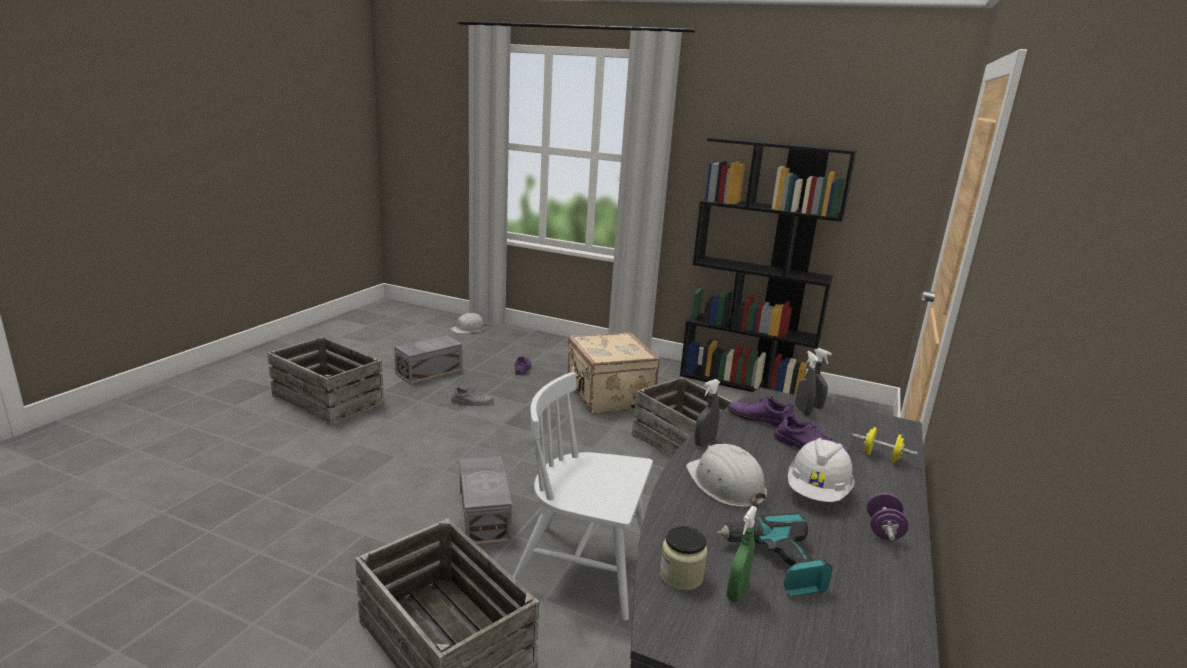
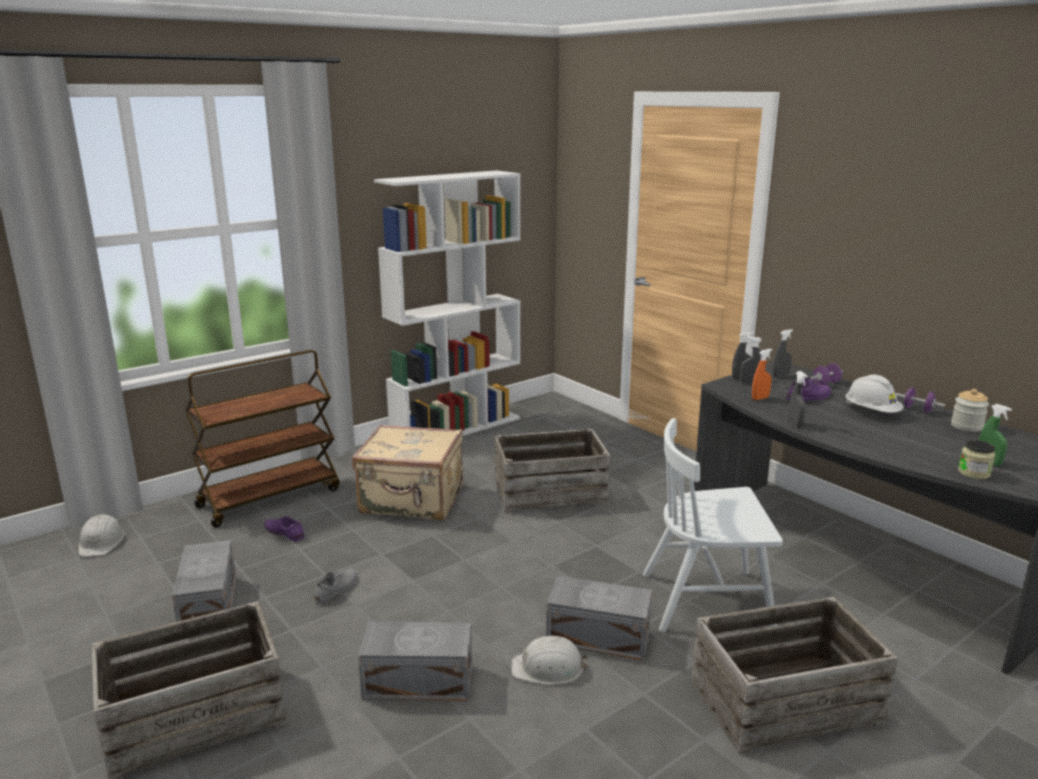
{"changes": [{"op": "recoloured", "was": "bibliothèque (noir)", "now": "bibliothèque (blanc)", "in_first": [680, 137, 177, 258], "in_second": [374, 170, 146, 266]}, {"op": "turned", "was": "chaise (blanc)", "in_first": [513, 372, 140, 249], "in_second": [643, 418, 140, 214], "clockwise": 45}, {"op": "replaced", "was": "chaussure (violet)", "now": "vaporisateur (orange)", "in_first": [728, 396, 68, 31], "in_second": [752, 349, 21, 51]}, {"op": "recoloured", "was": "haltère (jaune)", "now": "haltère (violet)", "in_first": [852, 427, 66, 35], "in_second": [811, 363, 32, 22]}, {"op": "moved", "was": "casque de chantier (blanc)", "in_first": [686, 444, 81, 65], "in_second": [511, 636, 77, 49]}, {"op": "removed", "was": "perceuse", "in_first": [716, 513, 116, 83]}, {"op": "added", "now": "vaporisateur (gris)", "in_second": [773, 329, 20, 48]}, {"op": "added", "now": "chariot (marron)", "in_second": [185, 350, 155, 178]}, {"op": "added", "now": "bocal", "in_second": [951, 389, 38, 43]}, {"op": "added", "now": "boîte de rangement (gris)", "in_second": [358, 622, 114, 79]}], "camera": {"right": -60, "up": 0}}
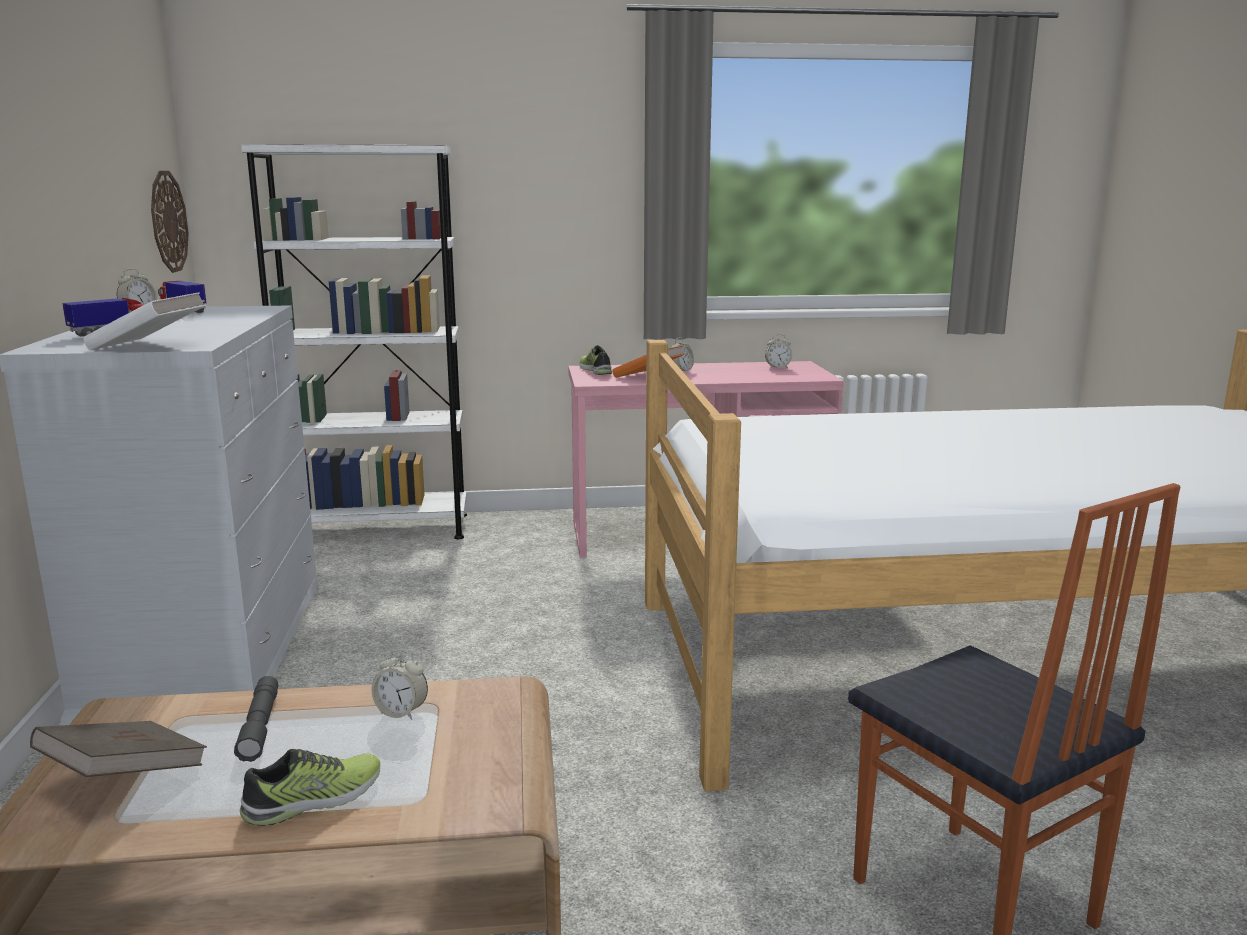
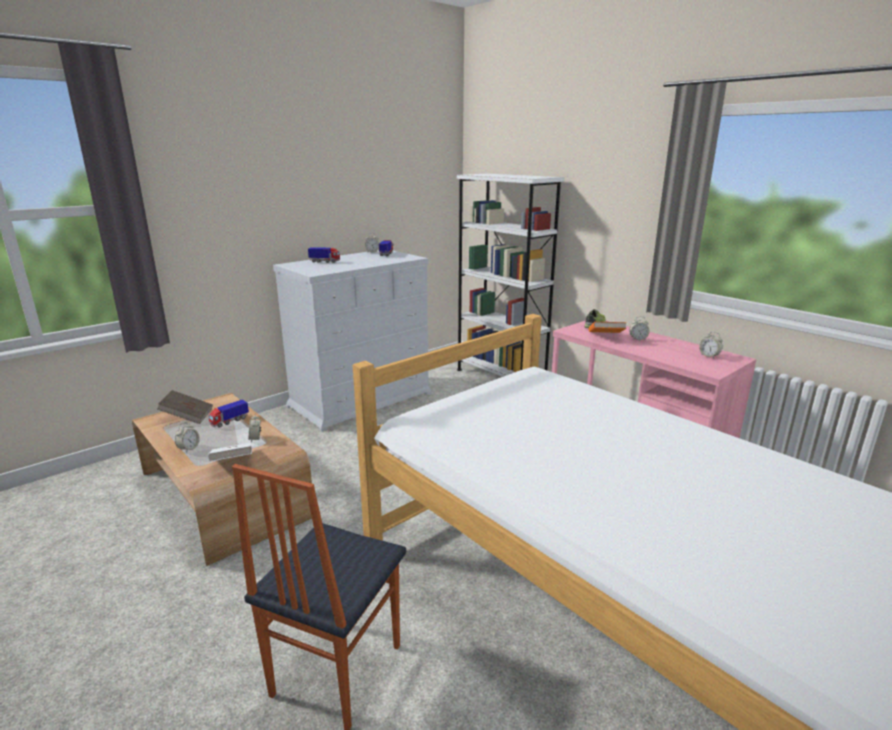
{"changes": [{"op": "removed", "was": "horloge murale", "in_first": [151, 171, 38, 102]}, {"op": "moved", "was": "livre (blanc)", "in_first": [83, 292, 123, 58], "in_second": [208, 443, 44, 18]}, {"op": "replaced", "was": "lampe de poche (gris)", "now": "camion jouet", "in_first": [234, 676, 44, 86], "in_second": [209, 399, 40, 29]}, {"op": "replaced", "was": "chaussure", "now": "réveil", "in_first": [240, 749, 140, 77], "in_second": [175, 422, 25, 31]}], "camera": {"right": 55, "up": 5}}
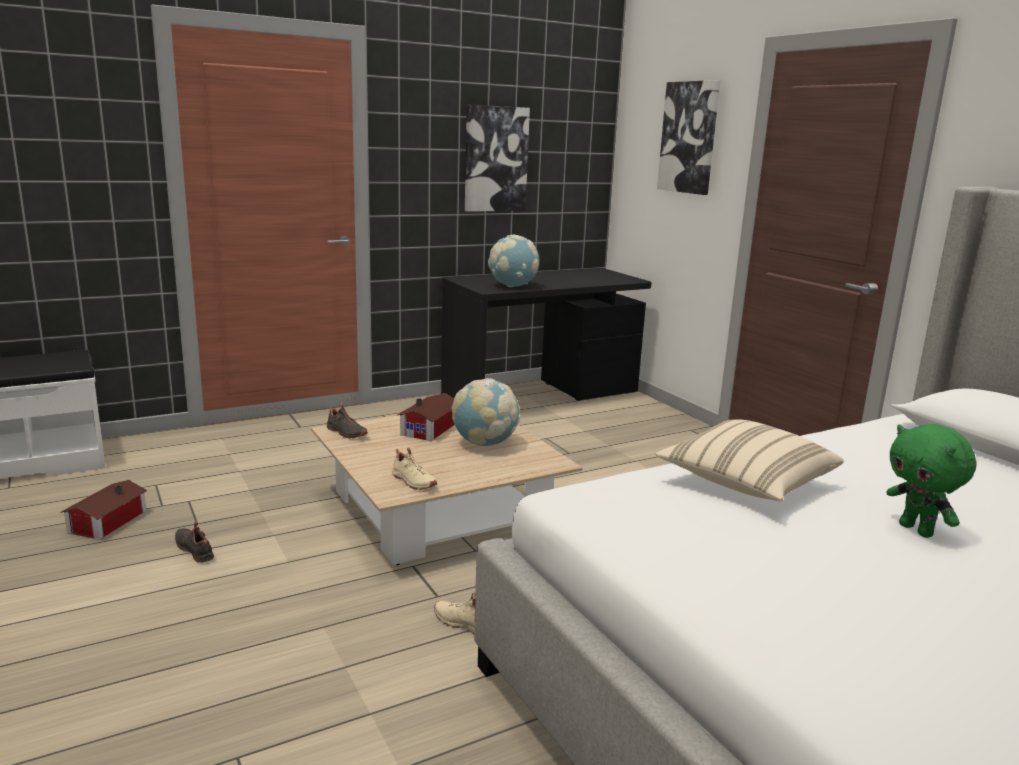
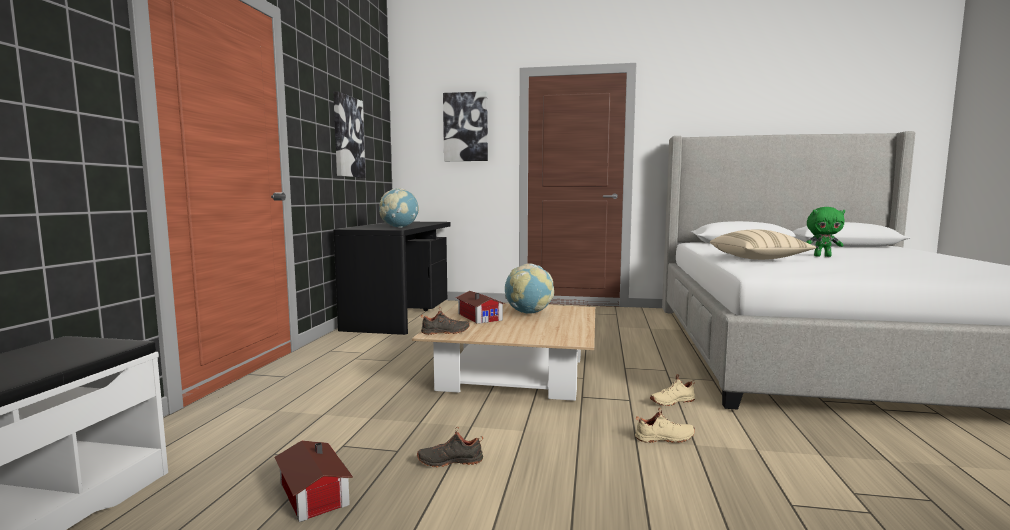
{"changes": [{"op": "moved", "was": "chaussure (beige)", "in_first": [392, 448, 45, 42], "in_second": [635, 408, 60, 35]}], "camera": {"right": -50, "up": -10}}
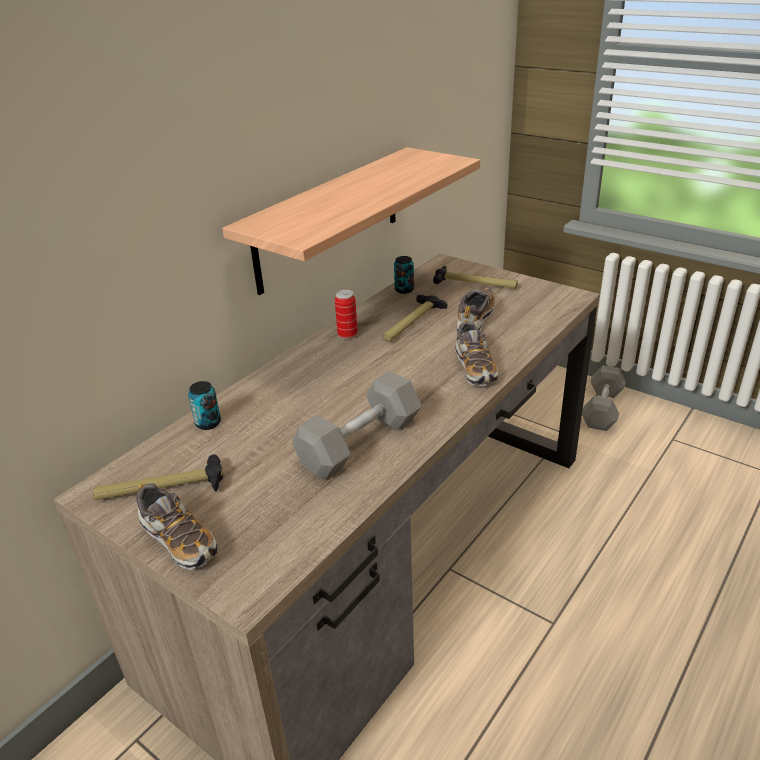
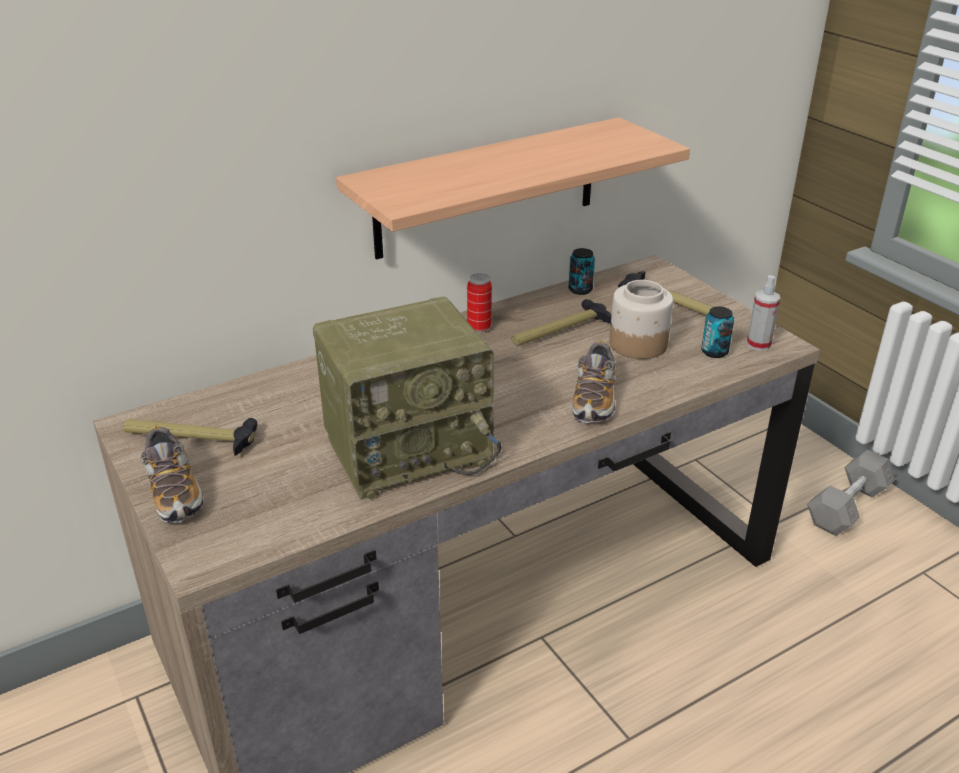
{"changes": [{"op": "replaced", "was": "chaussure", "now": "bocal", "in_first": [456, 288, 39, 44], "in_second": [609, 280, 64, 79]}, {"op": "replaced", "was": "haltère (gris)", "now": "radio", "in_first": [292, 371, 130, 109], "in_second": [313, 297, 189, 203]}, {"op": "moved", "was": "boîte métallique", "in_first": [188, 381, 33, 49], "in_second": [701, 307, 33, 51]}, {"op": "added", "now": "vaporisateur", "in_second": [747, 275, 33, 76]}], "camera": {"right": 20, "up": 0}}
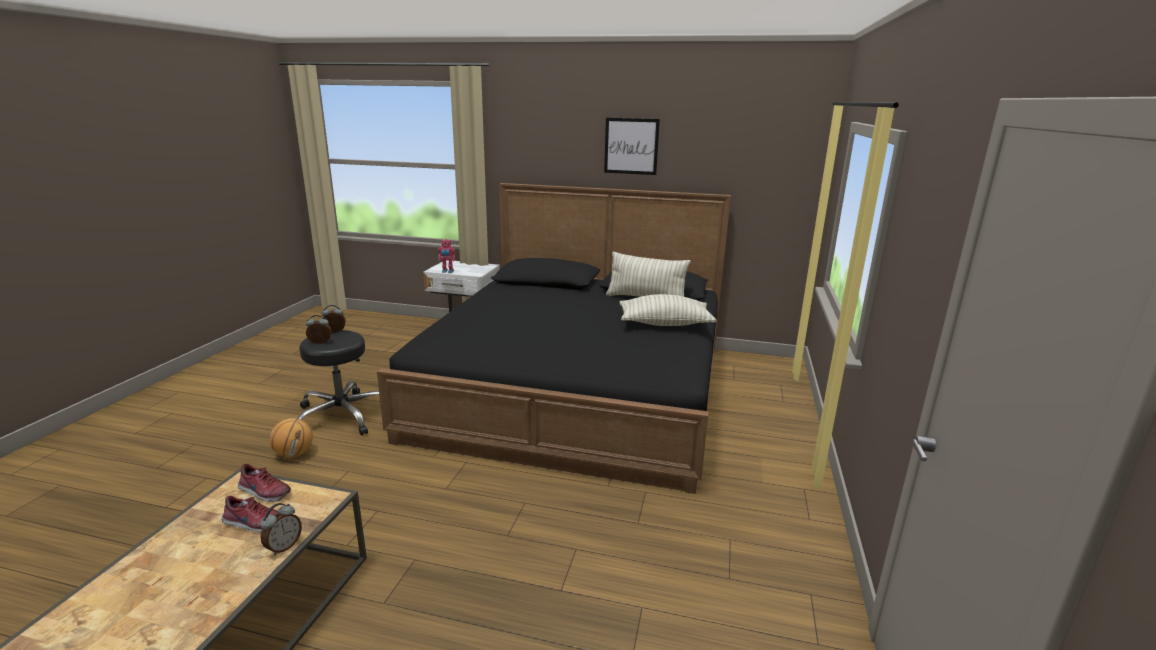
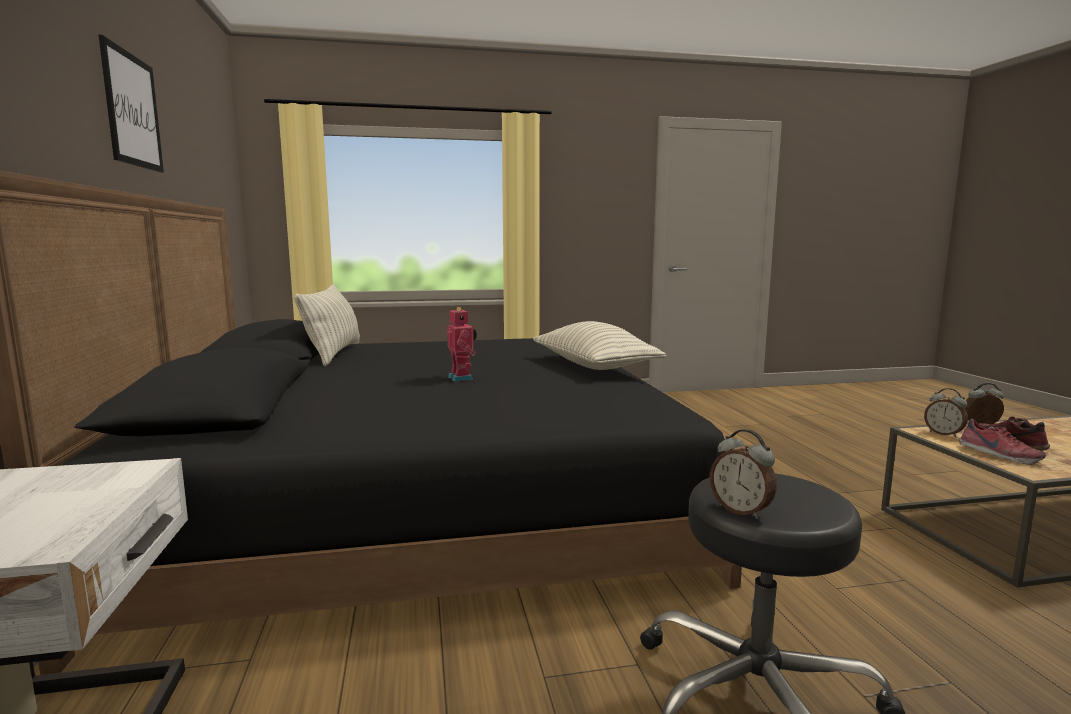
{"changes": [{"op": "moved", "was": "robot jouet", "in_first": [438, 239, 18, 34], "in_second": [447, 307, 30, 74]}, {"op": "moved", "was": "coussin", "in_first": [620, 294, 97, 32], "in_second": [533, 321, 134, 49]}, {"op": "moved", "was": "réveil", "in_first": [306, 315, 26, 29], "in_second": [924, 388, 44, 49]}, {"op": "removed", "was": "ballon de basket", "in_first": [270, 418, 43, 40]}, {"op": "turned", "was": "chaussure", "in_first": [238, 464, 53, 38], "in_second": [958, 419, 88, 46], "clockwise": 150}], "camera": {"right": -115, "up": -10}}
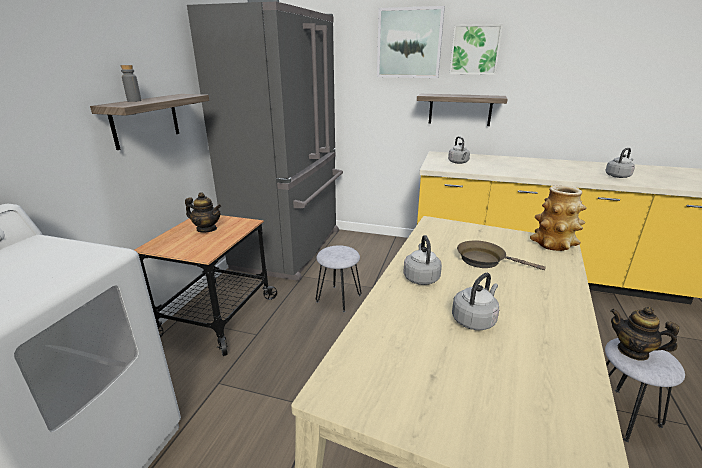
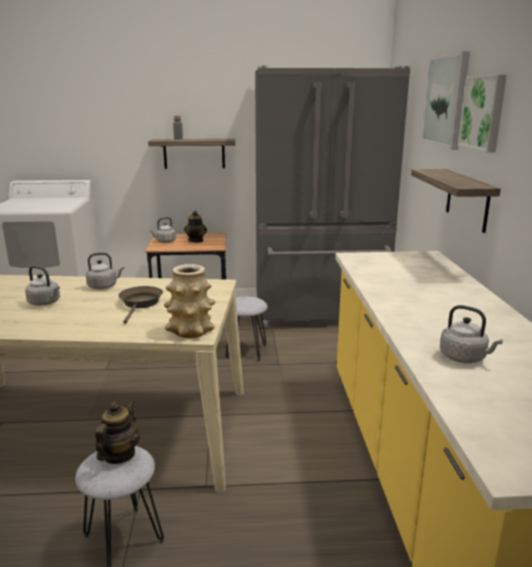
{"changes": [{"op": "moved", "was": "bouilloire (gris)", "in_first": [448, 136, 22, 28], "in_second": [150, 217, 26, 26]}], "camera": {"right": 70, "up": -5}}
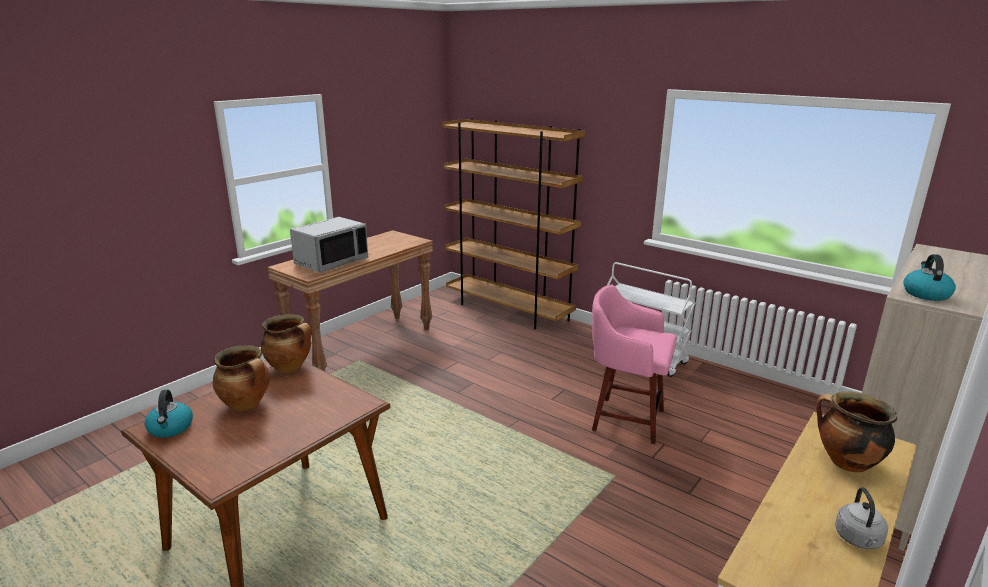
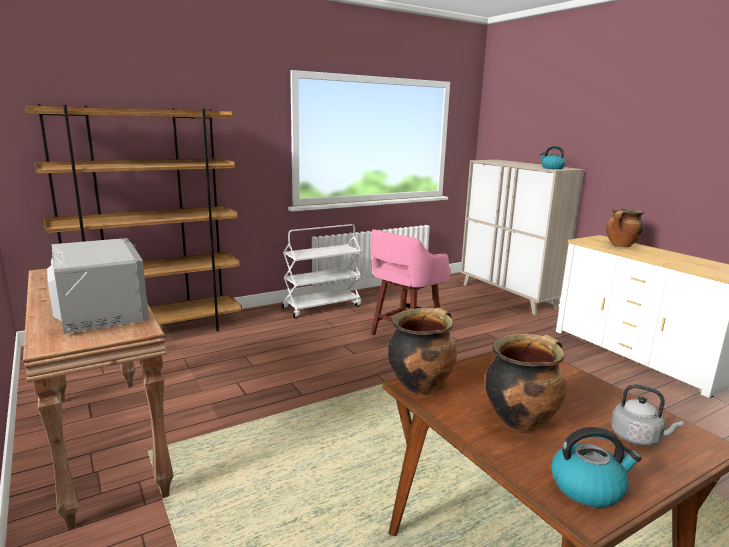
{"changes": [{"op": "moved", "was": "bouilloire (gris)", "in_first": [835, 487, 53, 62], "in_second": [611, 384, 73, 62]}], "camera": {"right": -70, "up": -5}}
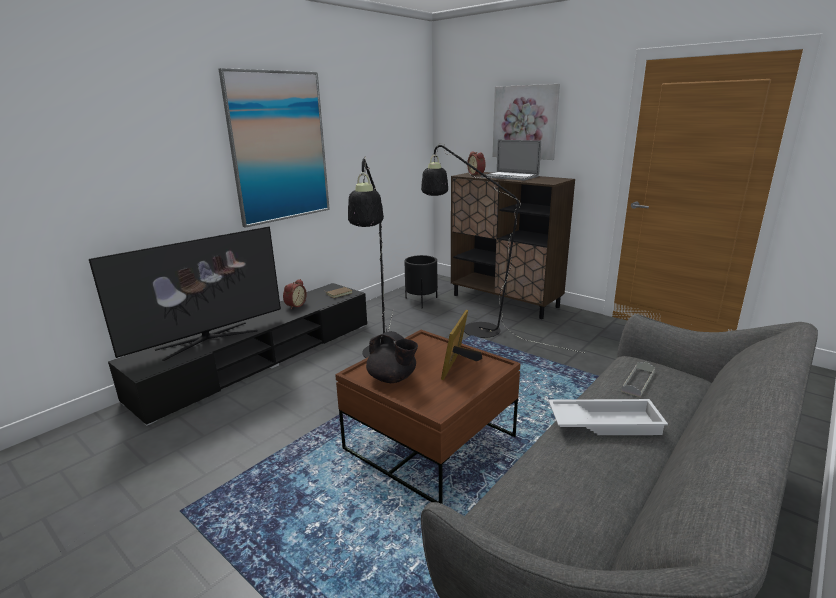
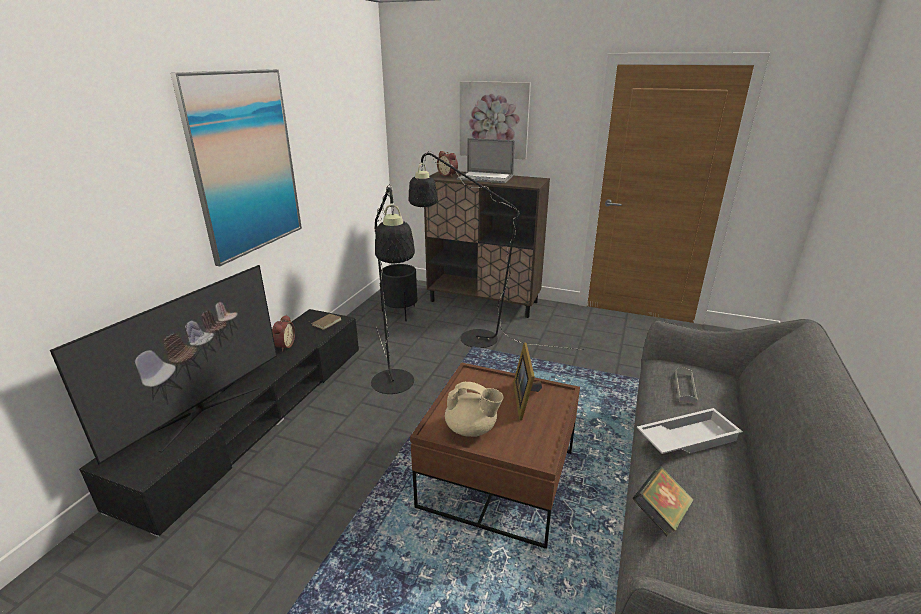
{"changes": [{"op": "recoloured", "was": "théière (noir)", "now": "théière (beige)", "in_first": [366, 331, 52, 52], "in_second": [445, 382, 59, 55]}, {"op": "added", "now": "livre", "in_second": [632, 466, 62, 70]}], "camera": {"right": -20, "up": 5}}
